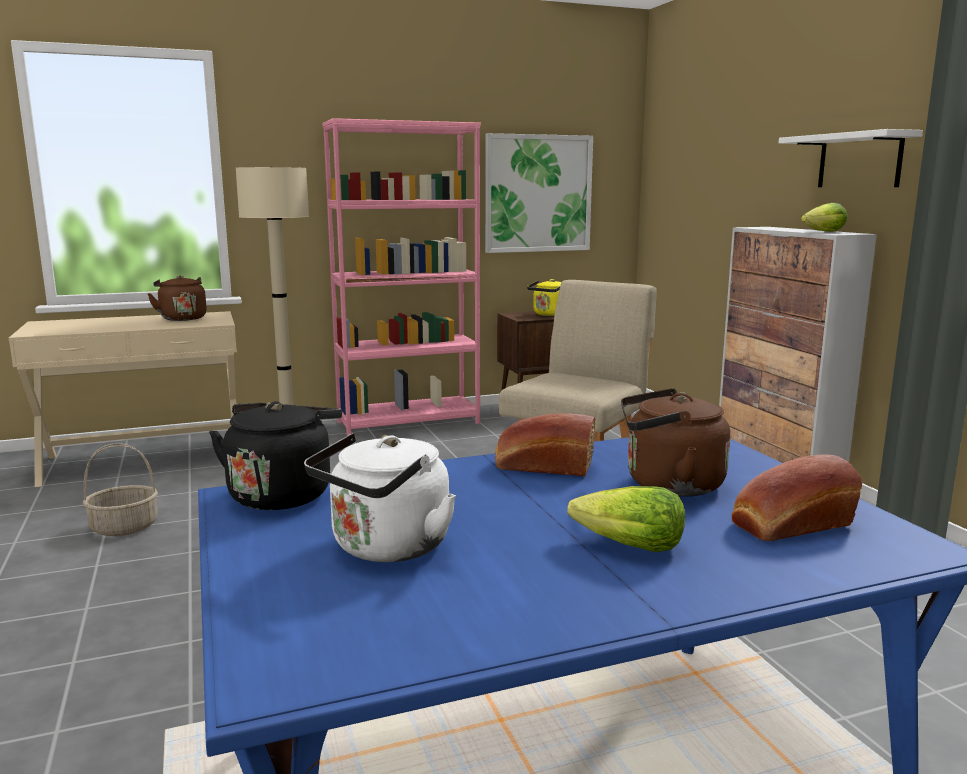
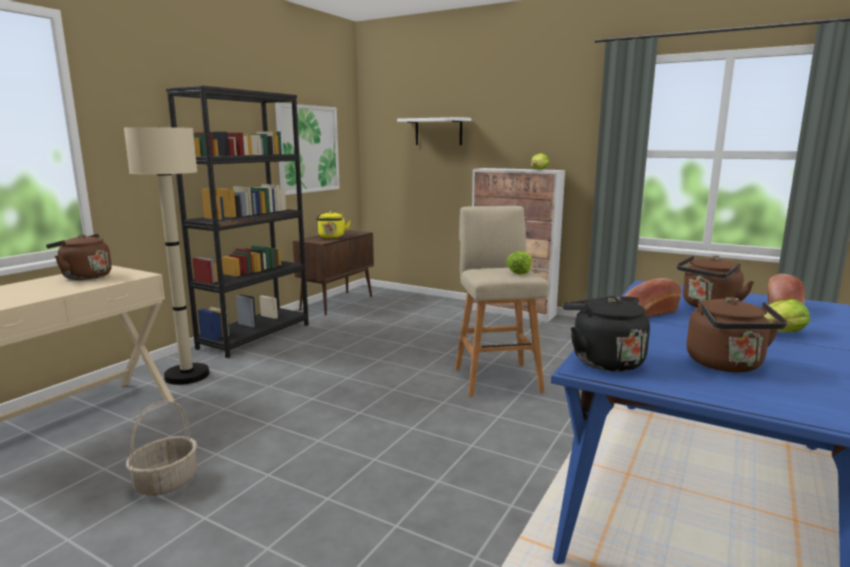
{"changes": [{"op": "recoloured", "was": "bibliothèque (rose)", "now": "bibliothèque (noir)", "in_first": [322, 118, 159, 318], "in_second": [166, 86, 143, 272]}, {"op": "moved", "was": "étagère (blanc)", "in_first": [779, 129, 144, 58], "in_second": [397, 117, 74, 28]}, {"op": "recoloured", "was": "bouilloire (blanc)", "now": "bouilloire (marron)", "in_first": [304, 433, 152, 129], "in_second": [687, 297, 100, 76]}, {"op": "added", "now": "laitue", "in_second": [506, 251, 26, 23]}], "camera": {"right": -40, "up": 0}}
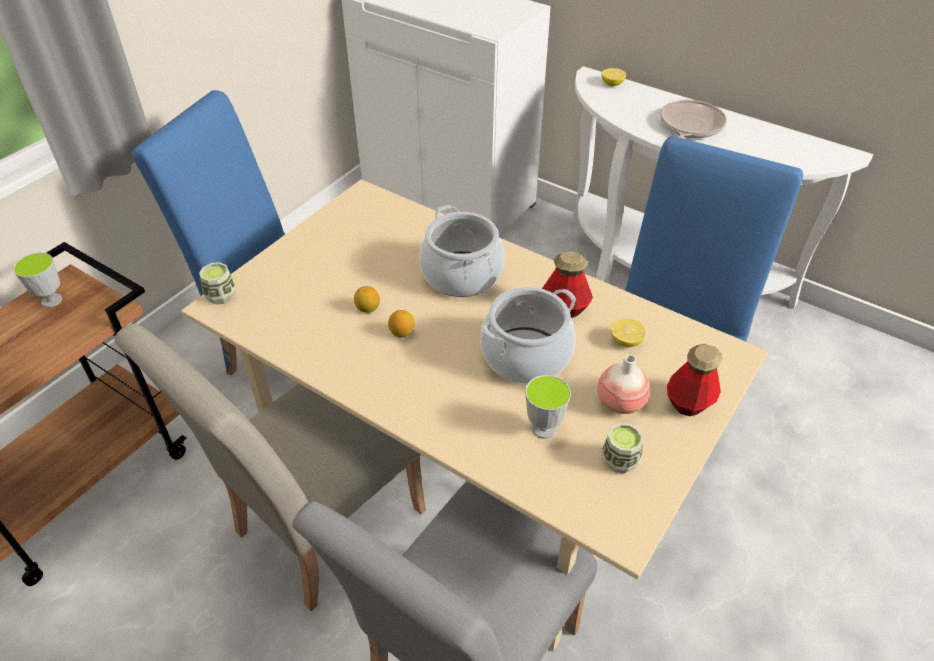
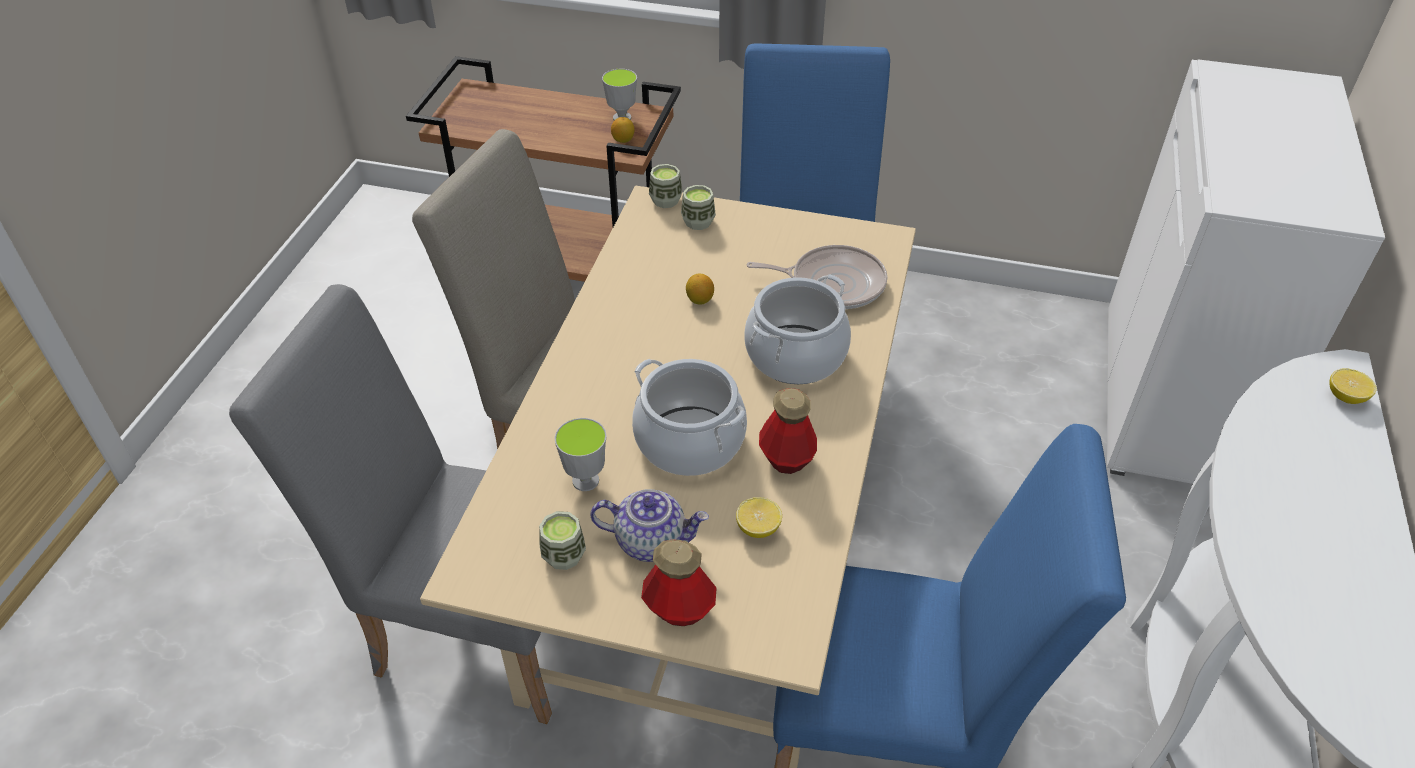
{"changes": [{"op": "moved", "was": "poêle", "in_first": [660, 100, 67, 38], "in_second": [746, 245, 142, 64]}, {"op": "moved", "was": "citron", "in_first": [388, 310, 27, 28], "in_second": [611, 117, 24, 26]}, {"op": "replaced", "was": "vase", "now": "théière", "in_first": [597, 355, 53, 59], "in_second": [590, 489, 119, 73]}, {"op": "added", "now": "tasse", "in_second": [681, 185, 35, 45]}], "camera": {"right": 70, "up": 0}}
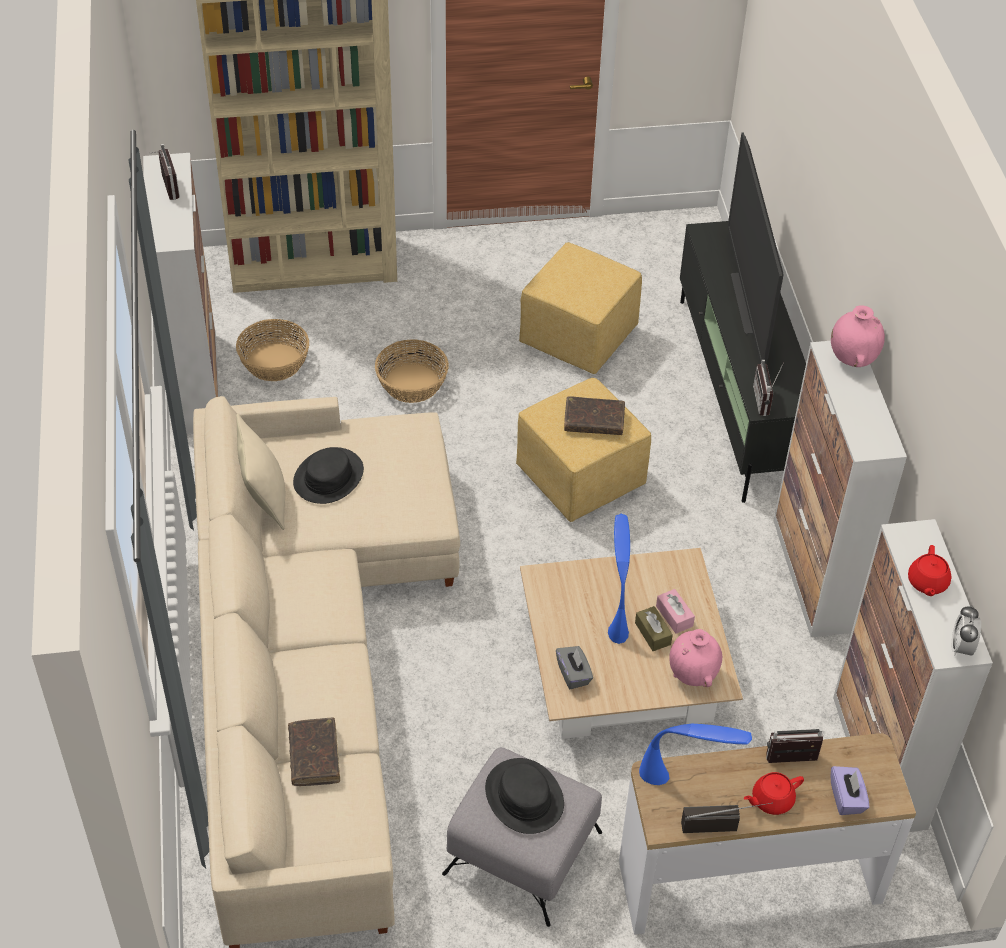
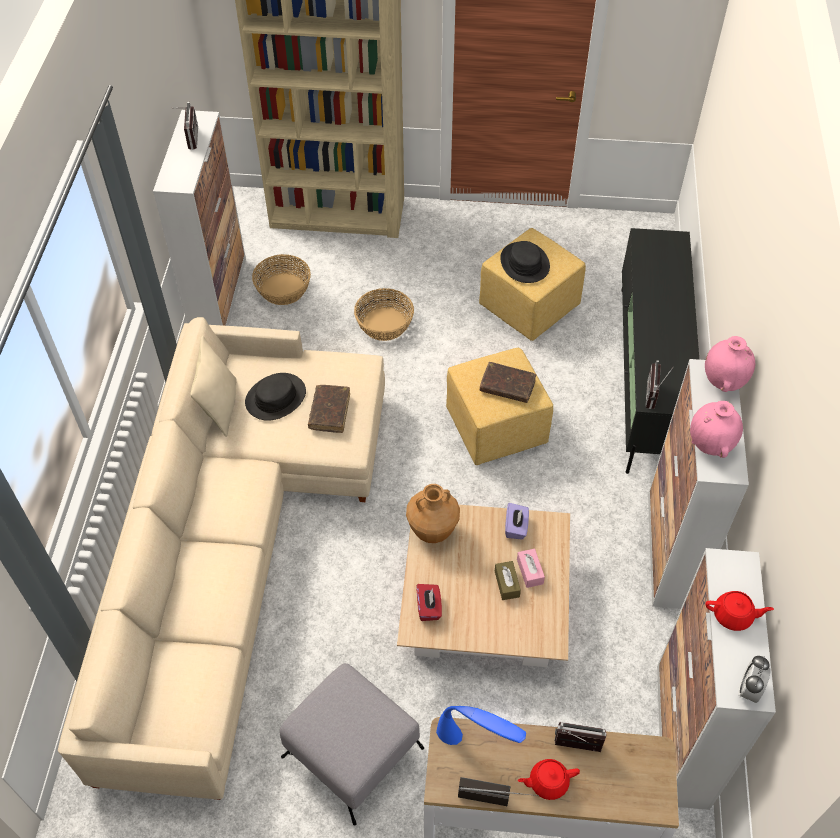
{"changes": [{"op": "removed", "was": "téléviseur", "in_first": [728, 132, 55, 232]}, {"op": "removed", "was": "lampe de table (bleu)", "in_first": [608, 514, 22, 130]}, {"op": "turned", "was": "théière (rouge)", "in_first": [908, 545, 43, 51], "in_second": [705, 591, 69, 40], "clockwise": -105}, {"op": "moved", "was": "vase (rose)", "in_first": [669, 629, 53, 58], "in_second": [690, 401, 53, 57]}, {"op": "recoloured", "was": "boîte à mouchoirs (gris)", "now": "boîte à mouchoirs (rouge)", "in_first": [556, 646, 37, 43], "in_second": [417, 584, 25, 37]}, {"op": "moved", "was": "livre (marron)", "in_first": [288, 718, 52, 68], "in_second": [308, 385, 42, 48]}, {"op": "moved", "was": "chapeau (noir)", "in_first": [485, 758, 79, 76], "in_second": [500, 241, 50, 42]}, {"op": "moved", "was": "boîte à mouchoirs (violet)", "in_first": [831, 766, 38, 49], "in_second": [505, 503, 24, 36]}, {"op": "added", "now": "vase (marron)", "in_second": [406, 484, 54, 59]}], "camera": {"right": 15, "up": 5}}
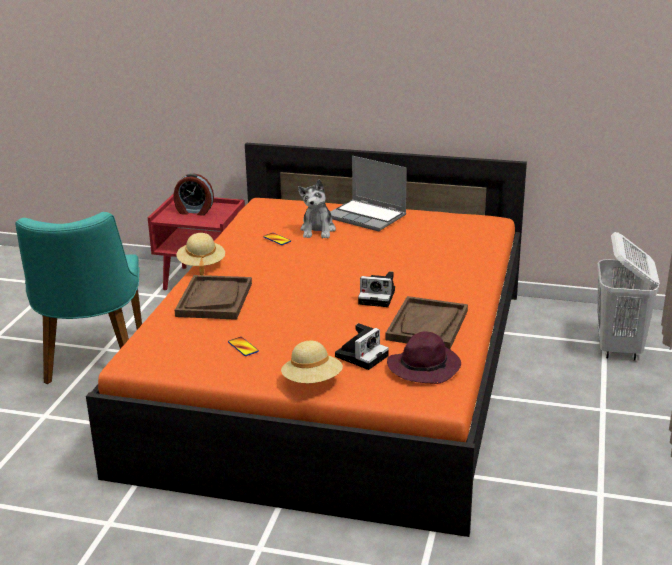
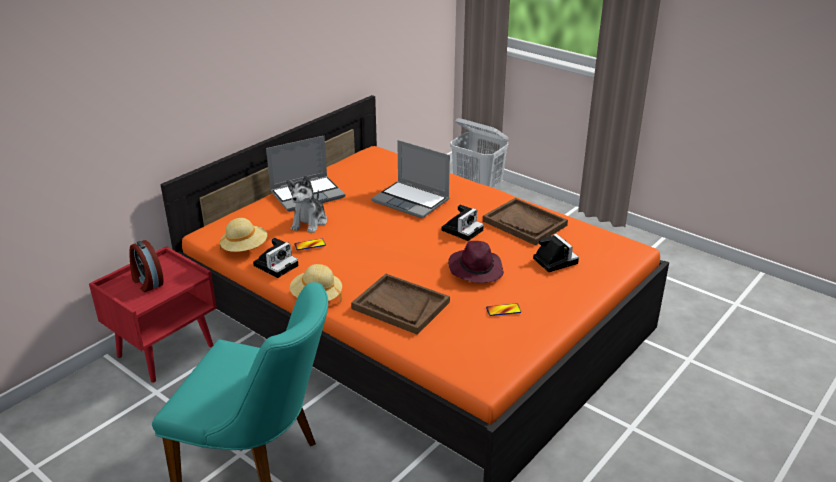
{"changes": [{"op": "turned", "was": "réveil", "in_first": [174, 173, 40, 43], "in_second": [129, 240, 35, 52], "clockwise": 105}, {"op": "turned", "was": "peluche", "in_first": [298, 179, 38, 59], "in_second": [287, 175, 40, 58], "clockwise": 75}, {"op": "moved", "was": "chapeau (violet)", "in_first": [387, 331, 74, 53], "in_second": [448, 241, 56, 42]}, {"op": "moved", "was": "chapeau (beige)", "in_first": [281, 341, 62, 42], "in_second": [220, 218, 47, 34]}, {"op": "added", "now": "ordinateur portable", "in_second": [371, 140, 79, 79]}, {"op": "added", "now": "appareil photo", "in_second": [253, 238, 45, 40]}], "camera": {"right": -65, "up": 5}}
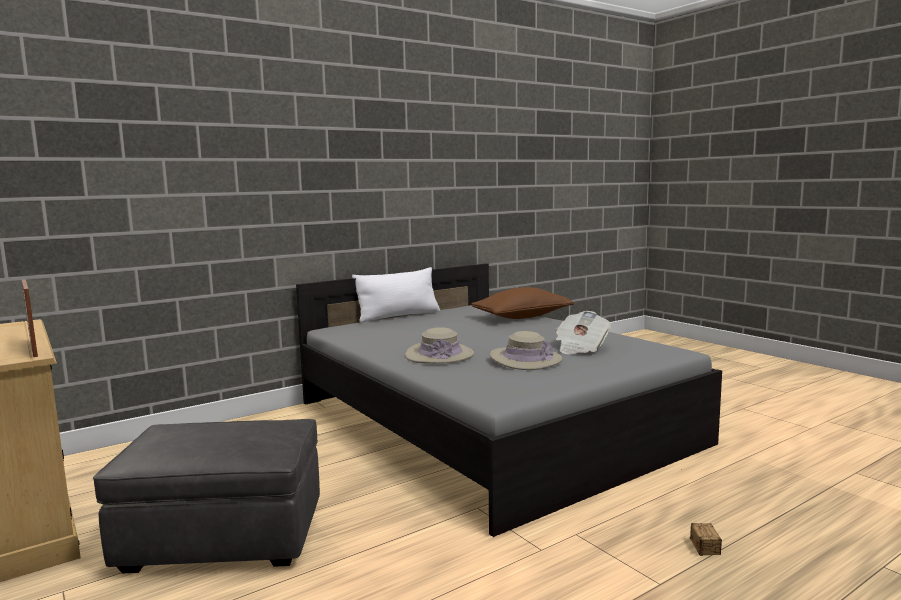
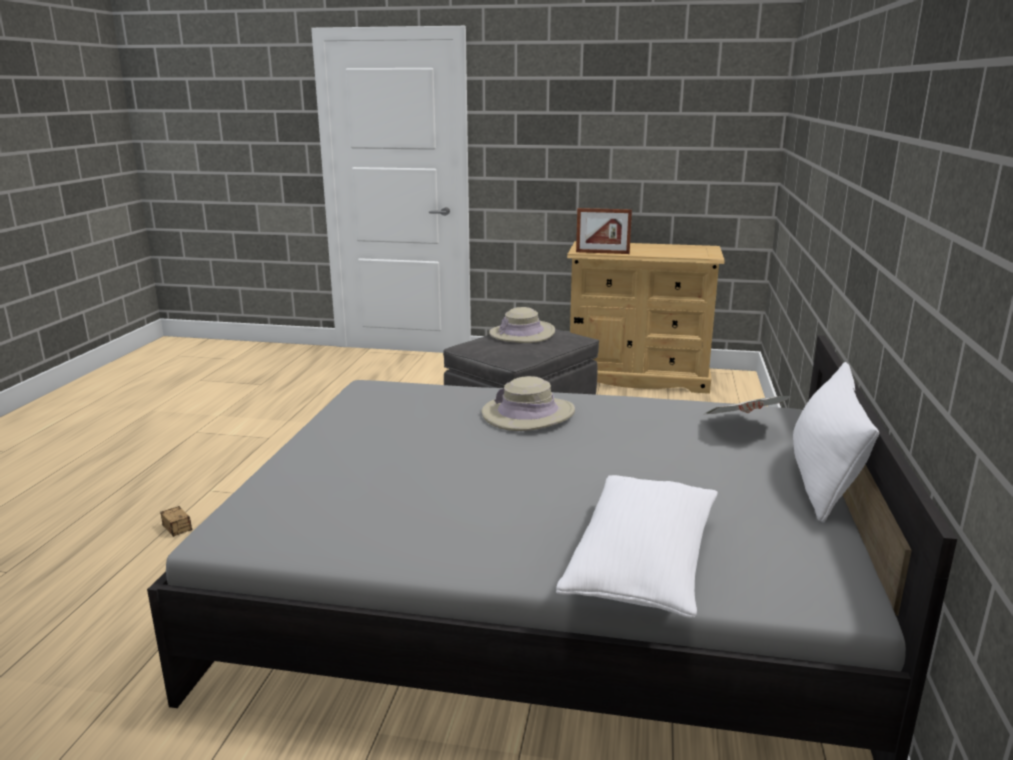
{"changes": [{"op": "recoloured", "was": "coussin (marron)", "now": "coussin (blanc)", "in_first": [471, 287, 103, 32], "in_second": [556, 475, 162, 143]}, {"op": "moved", "was": "journal", "in_first": [556, 311, 55, 43], "in_second": [706, 396, 85, 18]}, {"op": "moved", "was": "chapeau (beige)", "in_first": [490, 331, 72, 39], "in_second": [489, 307, 66, 36]}], "camera": {"right": 135, "up": 10}}
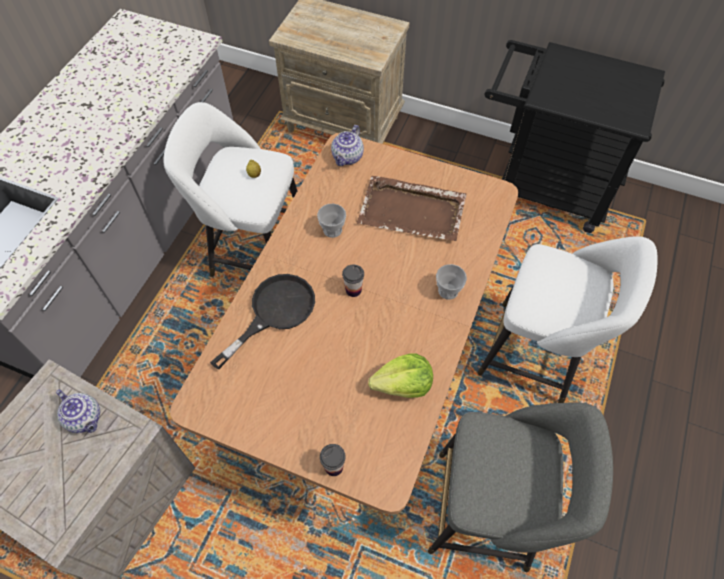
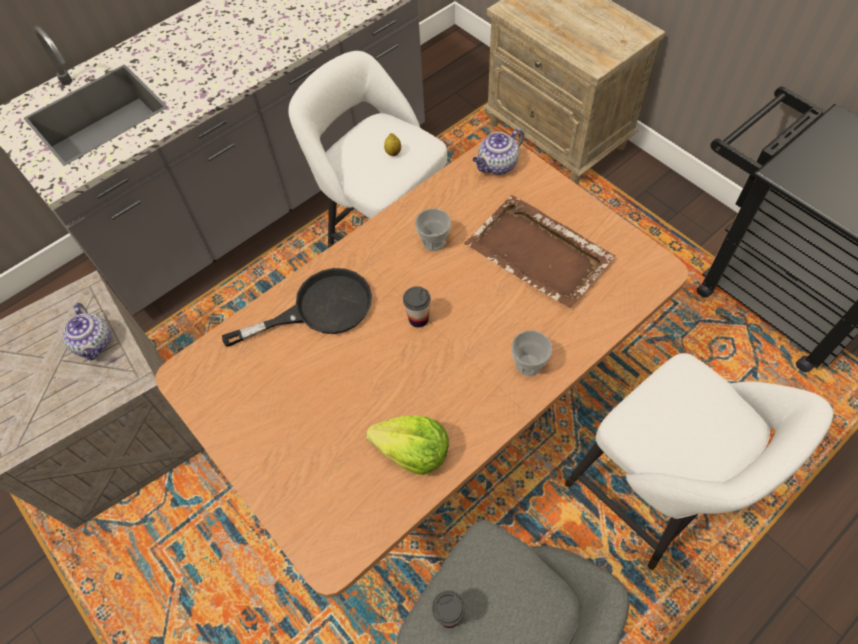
{"changes": [{"op": "moved", "was": "tasse", "in_first": [320, 444, 26, 32], "in_second": [432, 590, 33, 38]}], "camera": {"right": 30, "up": 0}}
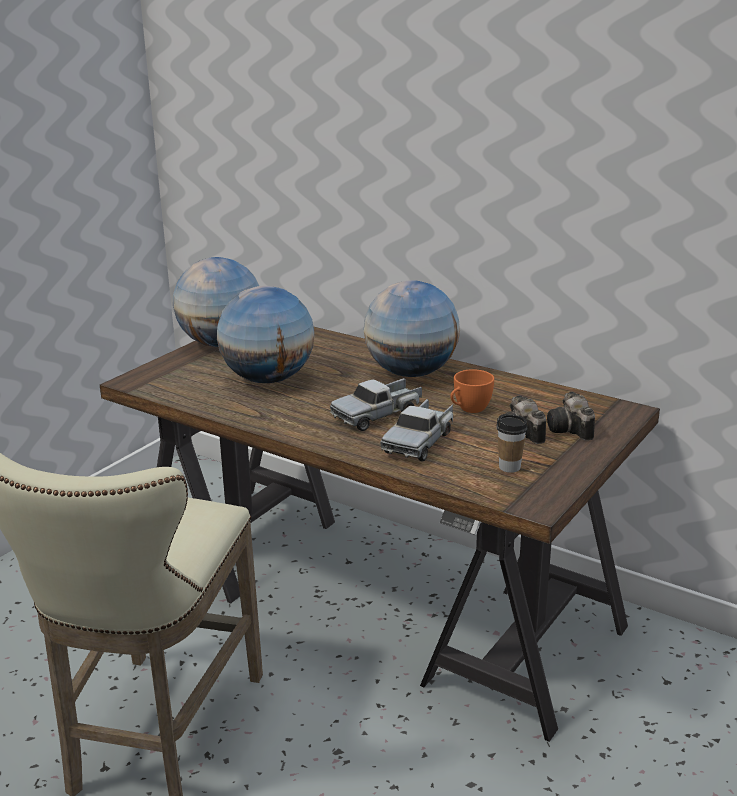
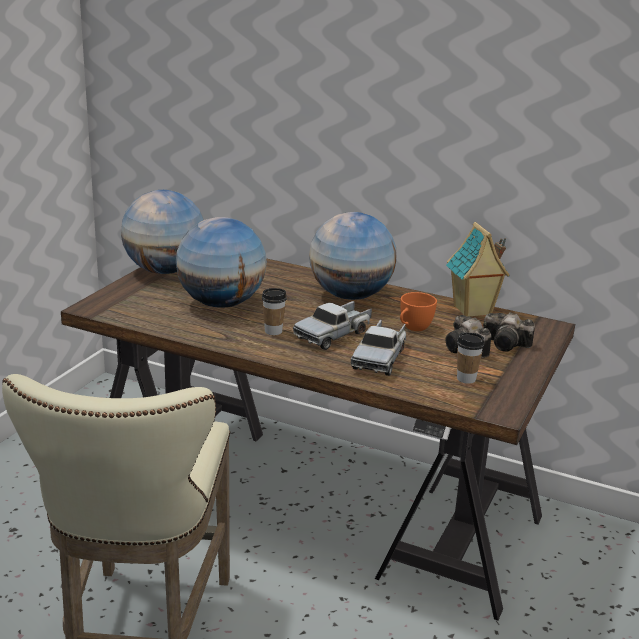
{"changes": [{"op": "turned", "was": "appareil photo", "in_first": [547, 392, 48, 49], "in_second": [483, 312, 52, 40], "clockwise": -45}, {"op": "added", "now": "maison miniature", "in_second": [446, 222, 64, 94]}, {"op": "added", "now": "tasse", "in_second": [262, 288, 25, 47]}], "camera": {"right": -10, "up": 0}}
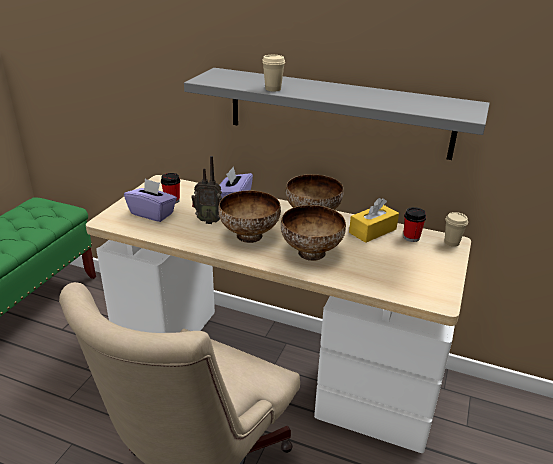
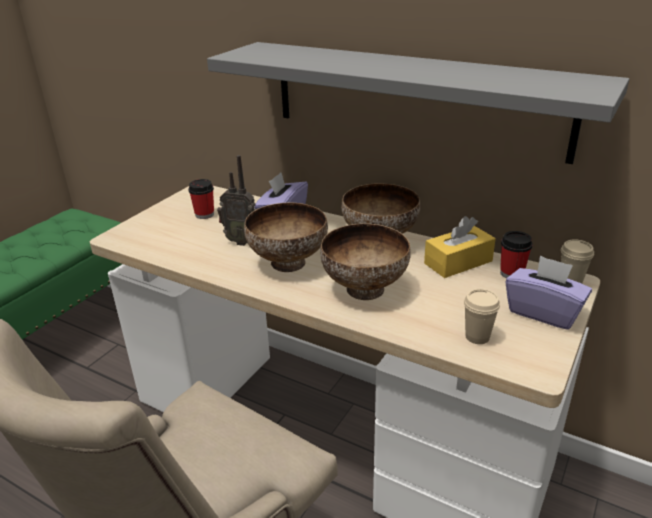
{"changes": [{"op": "moved", "was": "tasse (beige)", "in_first": [262, 55, 23, 37], "in_second": [464, 289, 36, 55]}, {"op": "moved", "was": "boîte à mouchoirs (violet)", "in_first": [124, 179, 53, 43], "in_second": [506, 255, 86, 75]}], "camera": {"right": 10, "up": 0}}
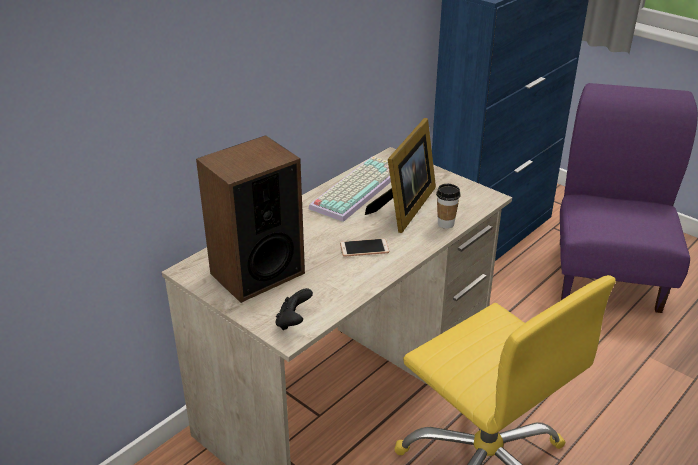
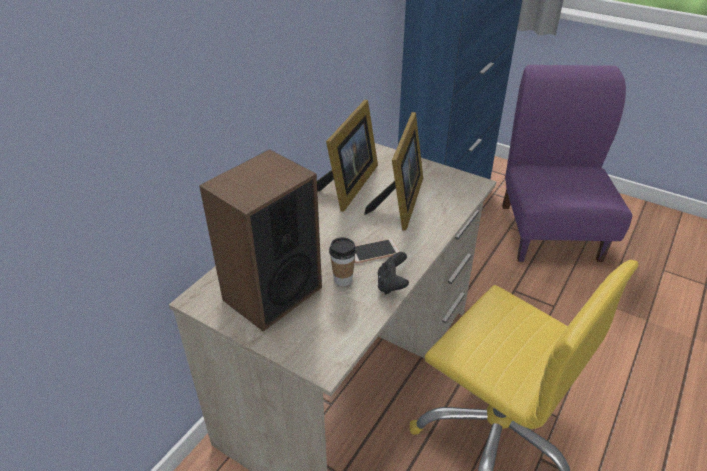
{"changes": [{"op": "replaced", "was": "clavier", "now": "cadre photo", "in_first": [309, 156, 82, 66], "in_second": [317, 100, 61, 112]}, {"op": "moved", "was": "tasse", "in_first": [436, 184, 24, 45], "in_second": [329, 237, 27, 49]}, {"op": "moved", "was": "manette (noir)", "in_first": [276, 288, 37, 42], "in_second": [377, 252, 32, 42]}], "camera": {"right": -10, "up": 5}}
